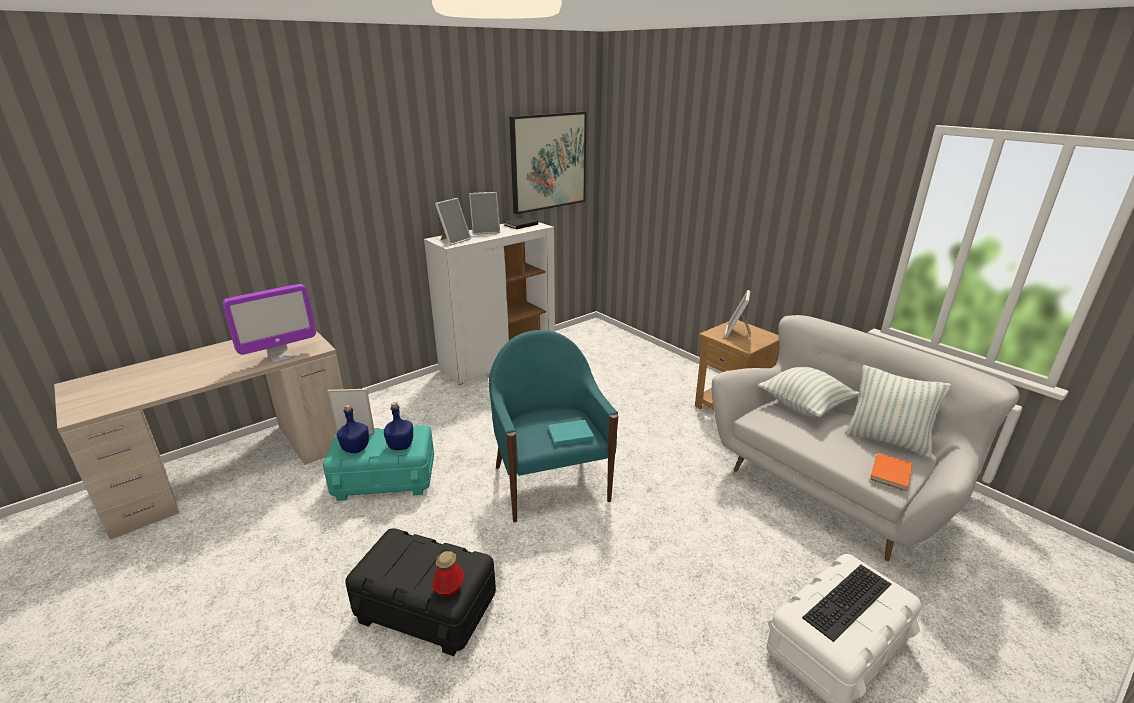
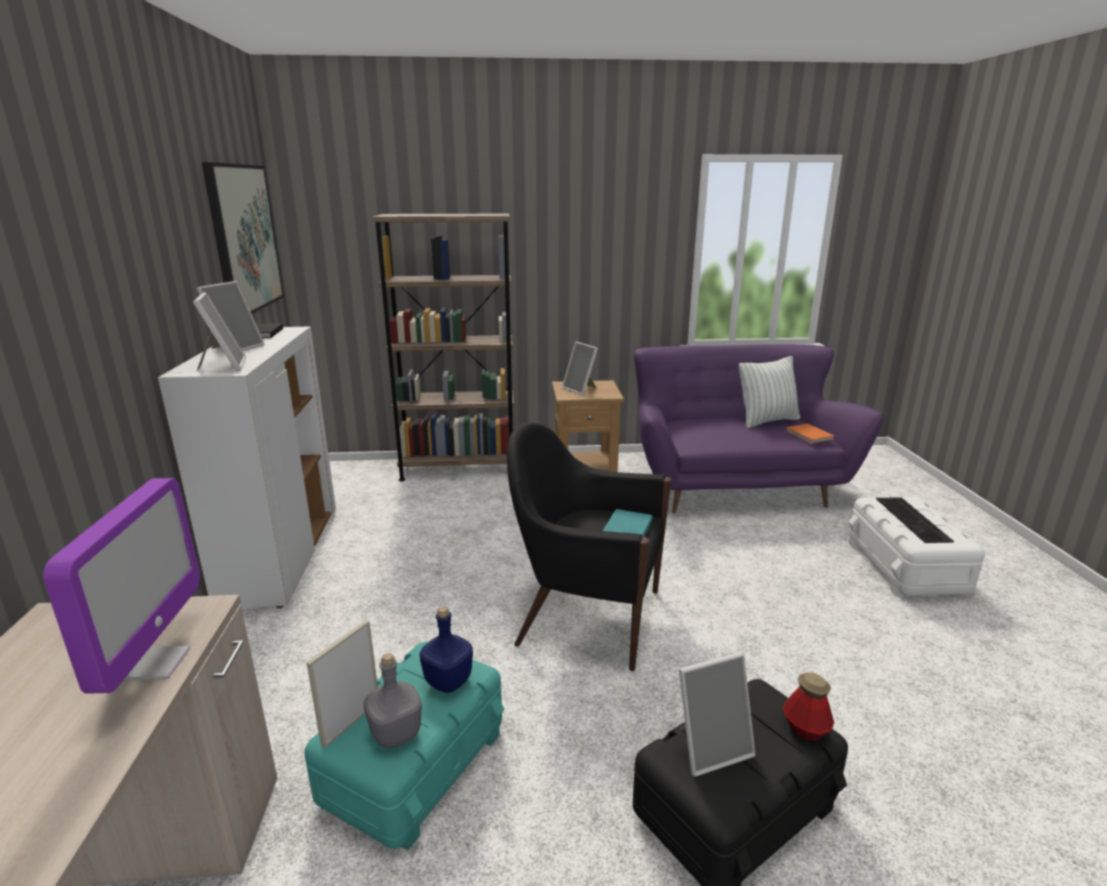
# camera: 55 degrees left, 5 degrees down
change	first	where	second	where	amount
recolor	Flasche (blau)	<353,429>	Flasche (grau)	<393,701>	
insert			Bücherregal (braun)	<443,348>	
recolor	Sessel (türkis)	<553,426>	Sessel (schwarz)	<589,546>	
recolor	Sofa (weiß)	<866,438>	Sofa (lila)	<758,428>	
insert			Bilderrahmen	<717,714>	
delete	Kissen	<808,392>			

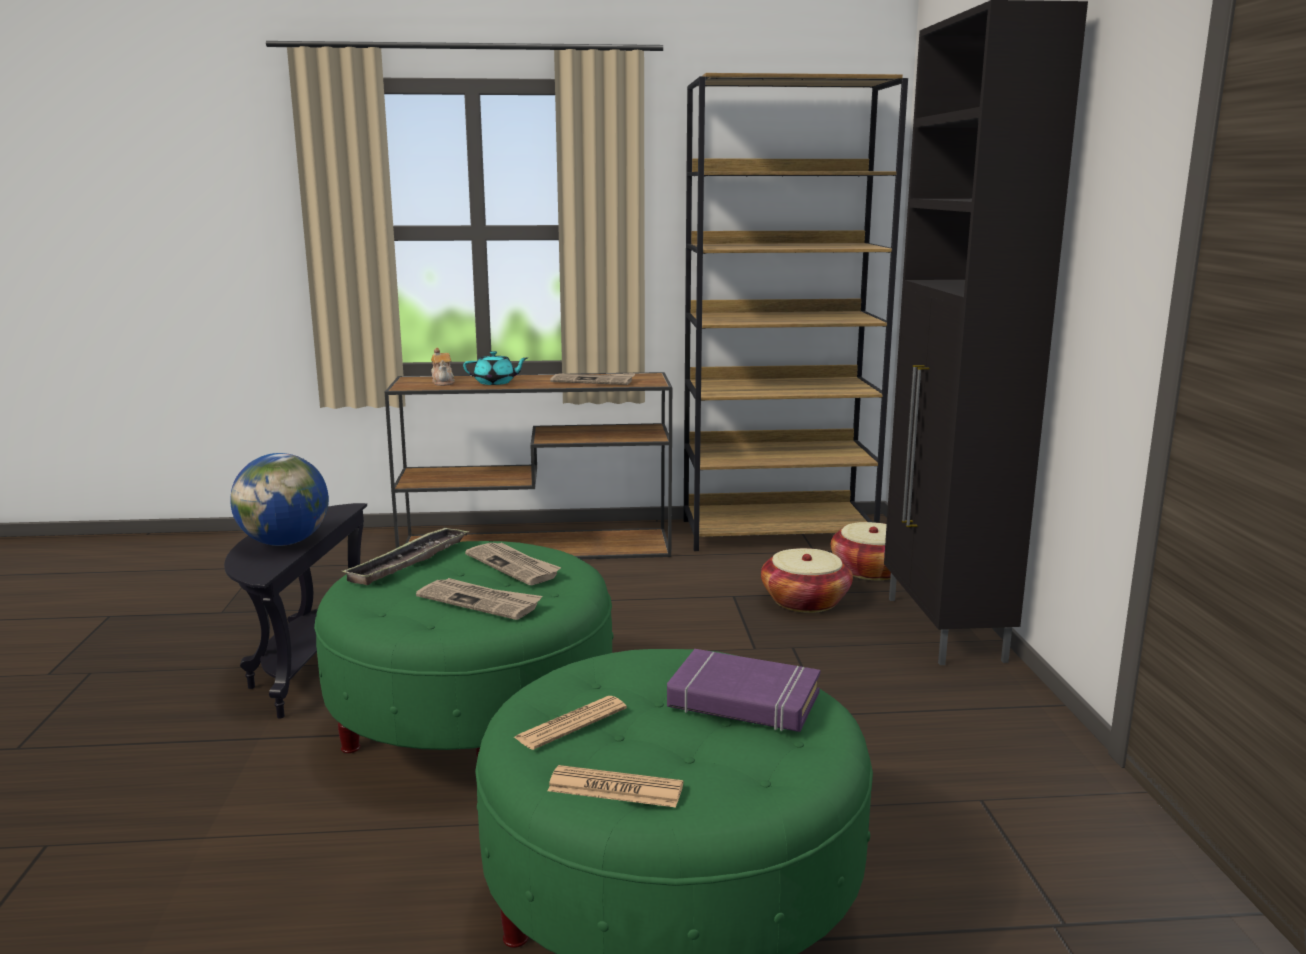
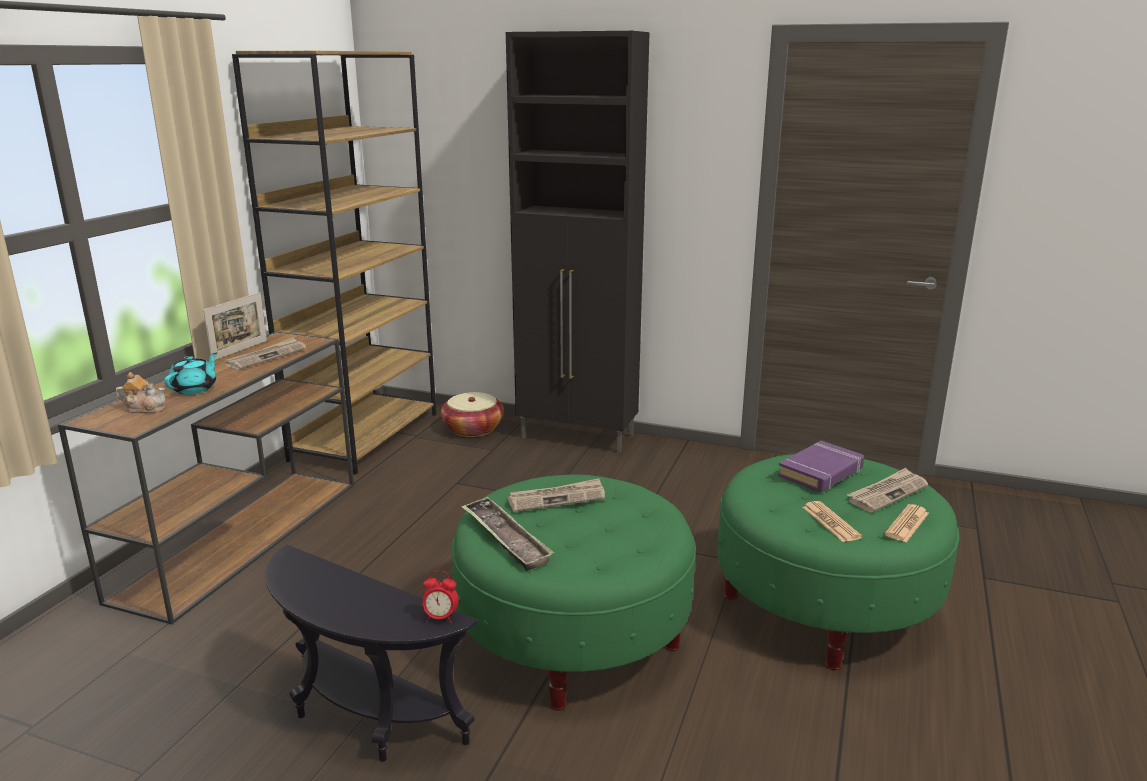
# camera: 65 degrees left, 5 degrees up
change	first	where	second	where	amount
insert			Bilderrahmen	<235,326>	
insert			Wecker	<440,597>	
move	Zeitung	<479,599>		<887,490>	
delete	Globus	<279,499>			
delete	Korb	<807,580>			

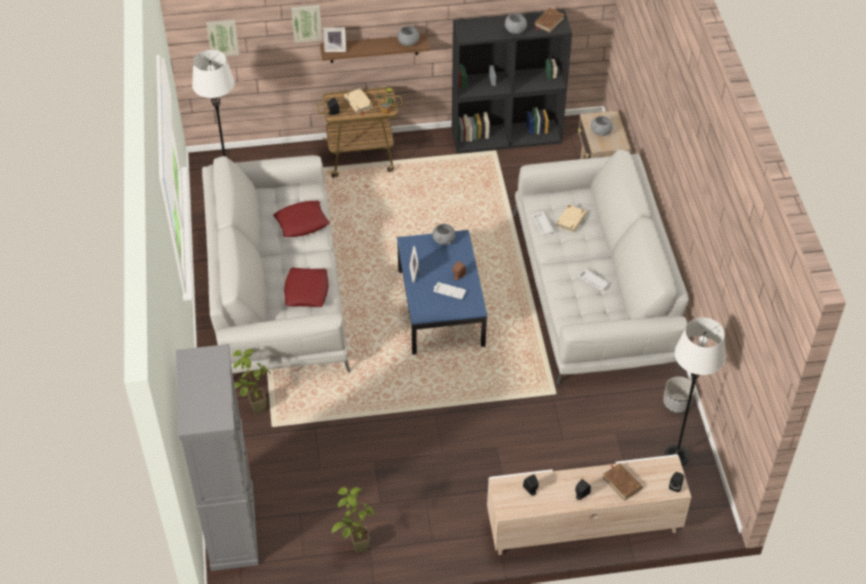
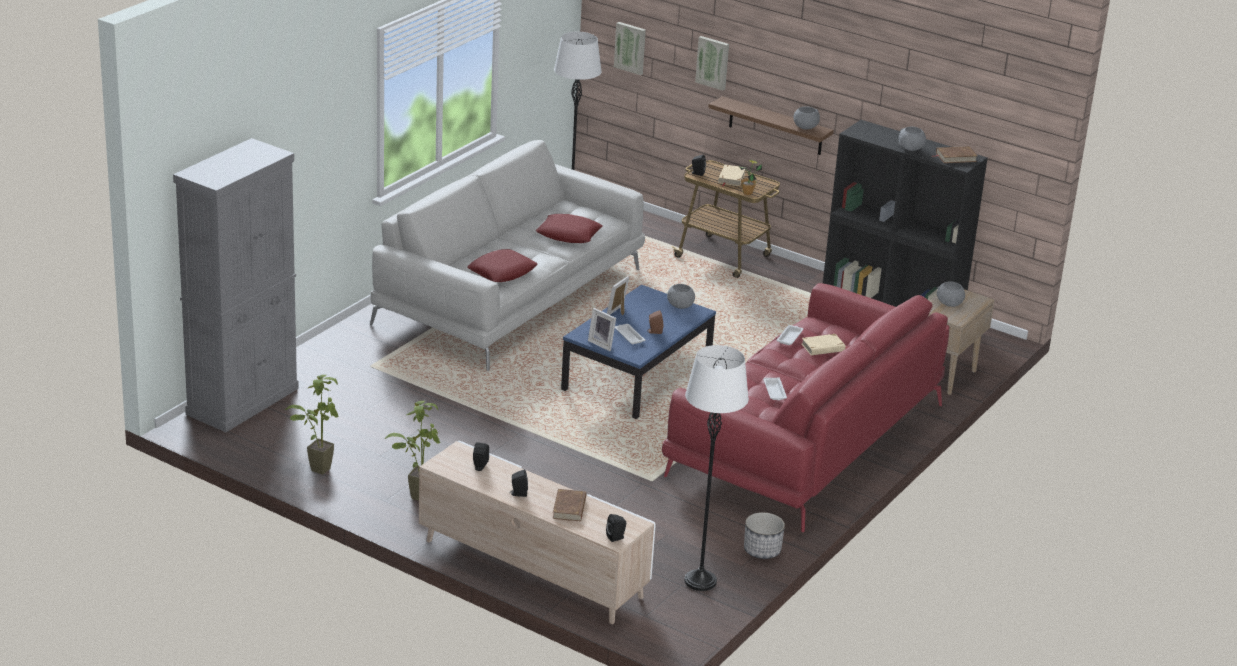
# camera: 40 degrees right, 20 degrees down
change	first	where	second	where	amount
move	Topfpflanze	<251,382>		<412,451>	
move	Bilderrahmen	<334,39>		<602,329>	
recolor	Sofa (weiß)	<600,267>	Sofa (rot)	<805,407>	

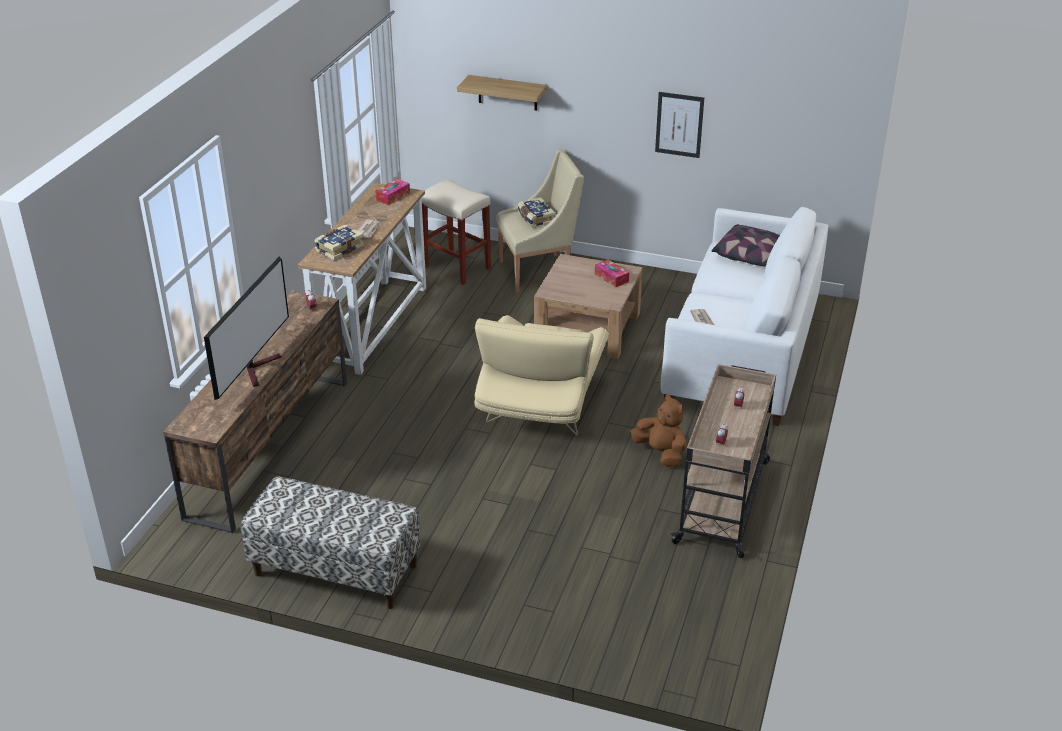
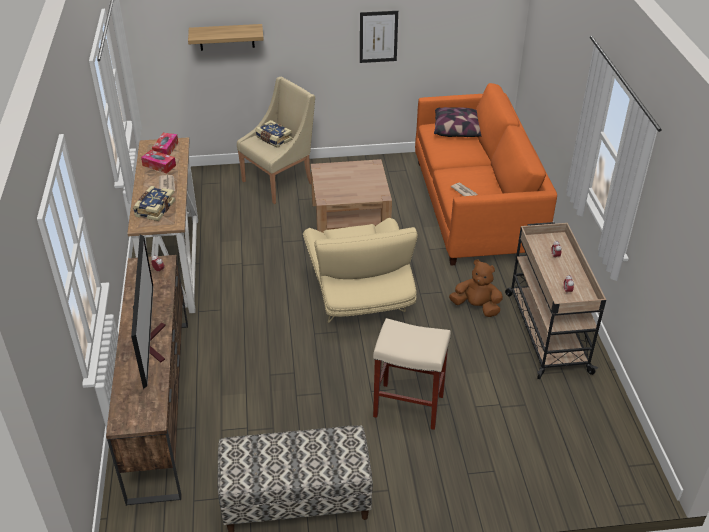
# camera: 25 degrees left, 5 degrees up
change	first	where	second	where	amount
move	Taschentuchbox	<612,273>		<158,161>	
move	Hocker (beige)	<456,232>		<412,374>	
recolor	Sofa (weiß)	<744,316>	Sofa (orange)	<486,174>	

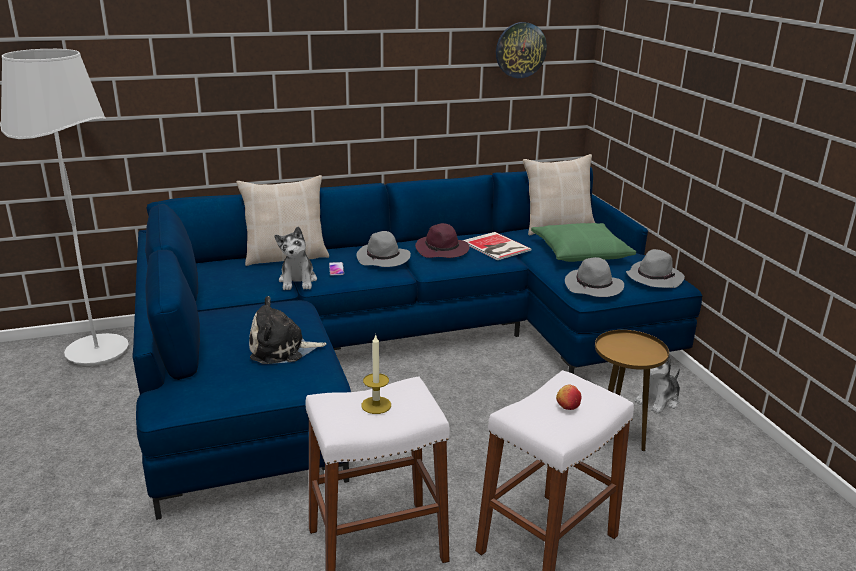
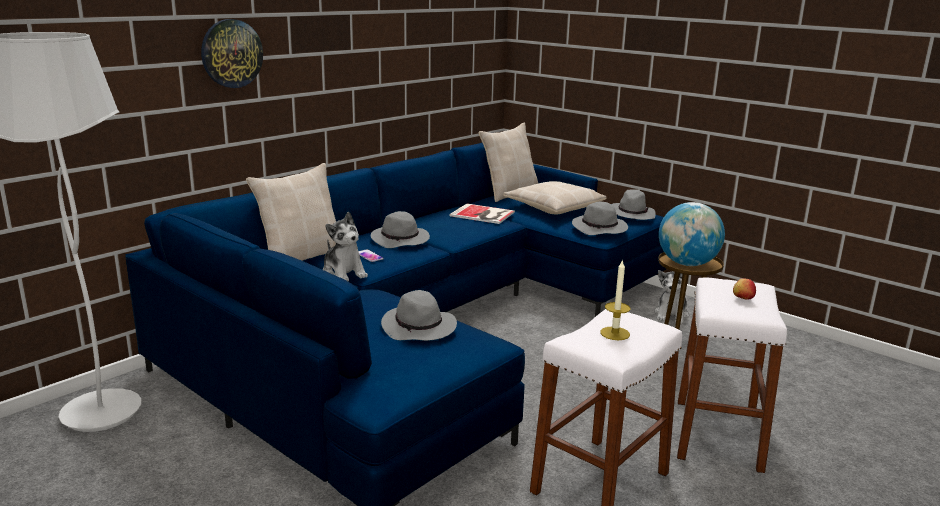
# camera: 30 degrees left, 5 degrees down
change	first	where	second	where	amount
move	Wanduhr	<521,50>		<232,53>	
replace	Plüschtier	<288,330>	Hut (grau)	<419,315>	
recolor	Kissen (grün)	<583,242>	Kissen (beige)	<554,197>	
insert			Globus	<692,234>	
delete	Hut (lila)	<442,240>			

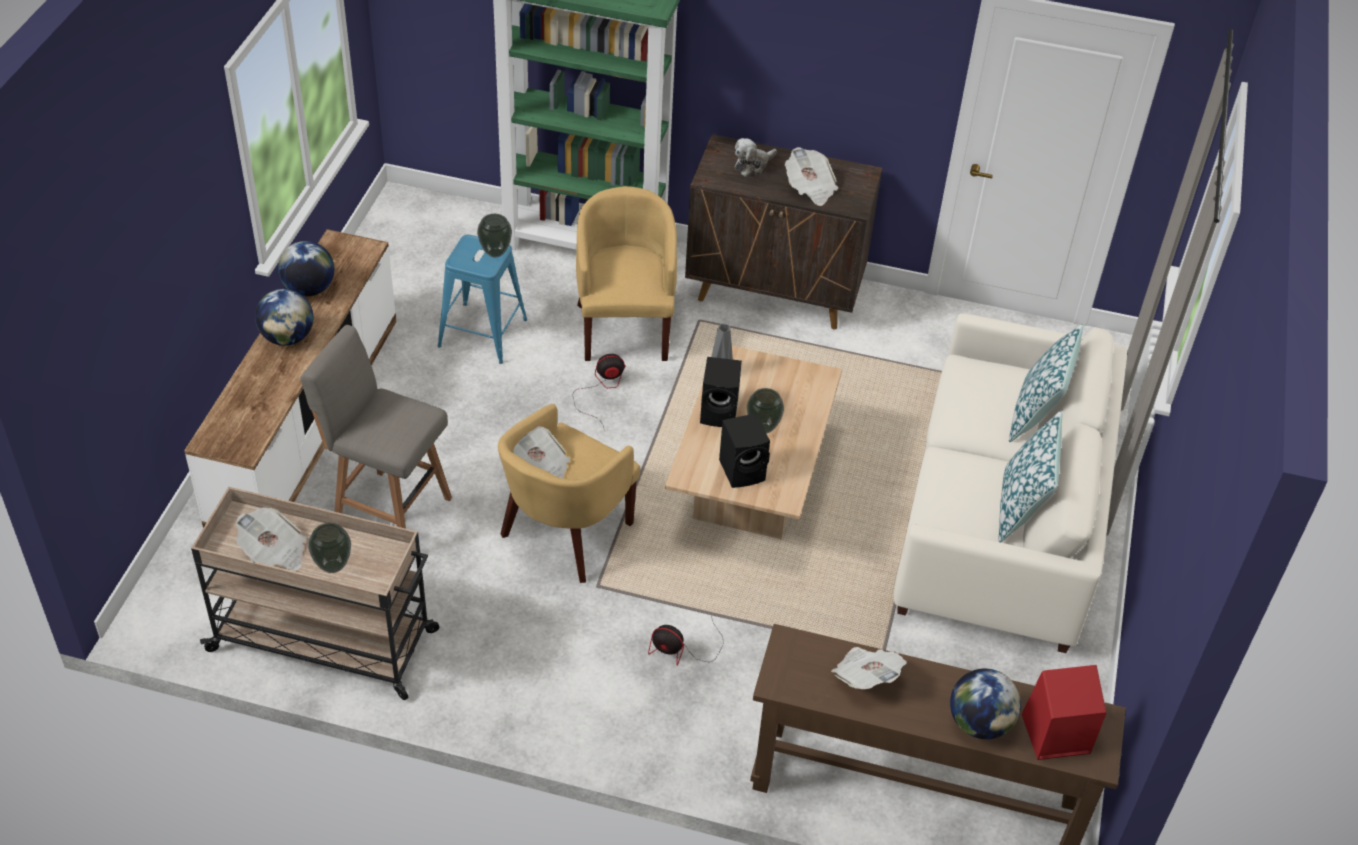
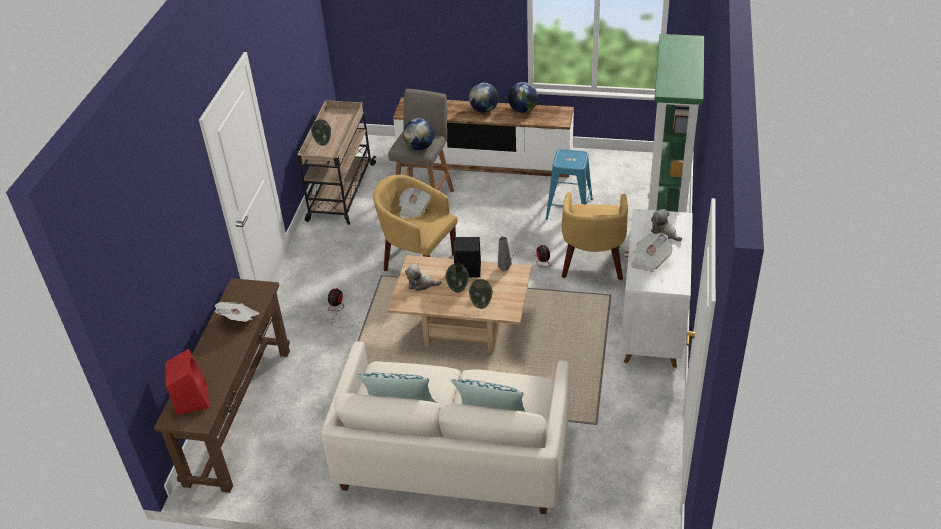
# camera: 90 degrees right, 5 degrees down
change	first	where	second	where	amount
move	Globus	<985,704>		<419,134>	
replace	Lautsprecher (schwarz)	<744,450>	Plüschtier	<423,277>	
move	Vase	<494,236>		<481,294>	
rotate	Sessel (gelb)	<626,273>		<595,236>	105 degrees clockwise
recolor	Schrank (braun)	<783,232>	Schrank (weiß)	<657,288>	
delete	Zeitung	<271,539>			

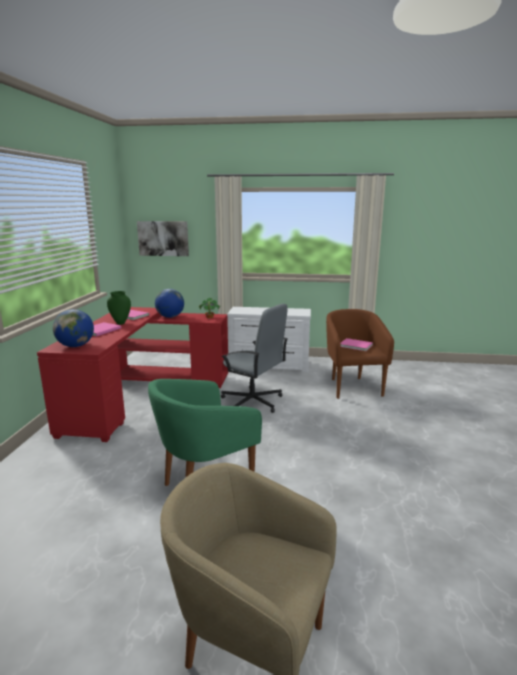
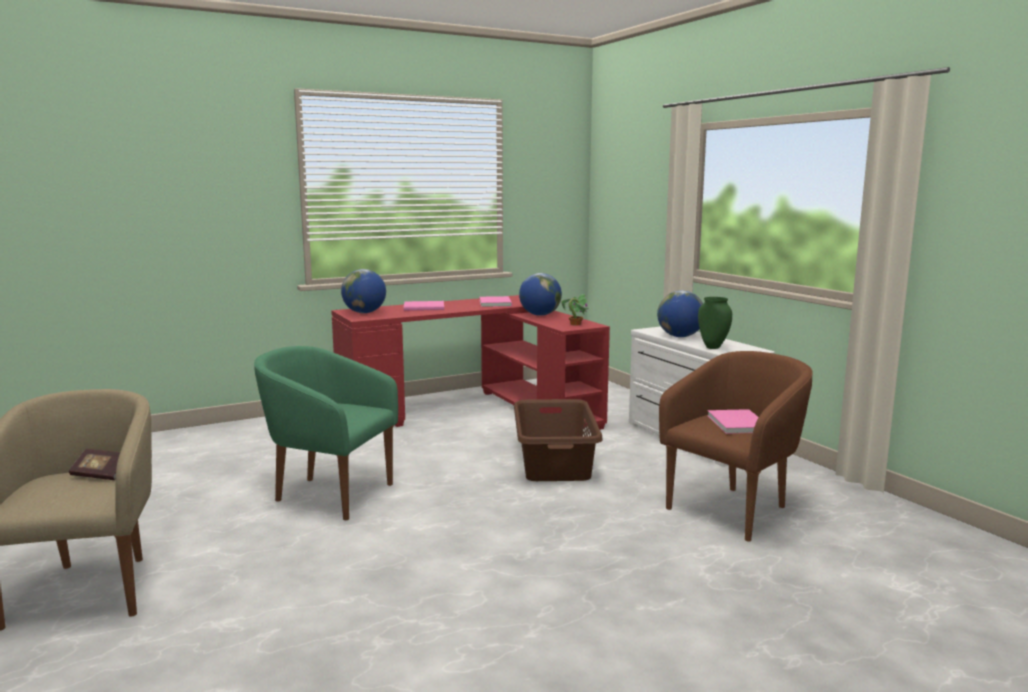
# camera: 55 degrees right, 5 degrees down
change	first	where	second	where	amount
insert			Buch	<94,464>	
replace	Bürostuhl (grau)	<254,358>	Wäschekorb (braun)	<558,440>	
insert			Globus	<680,313>	
move	Vase (grün)	<119,308>		<715,323>	
delete	Bild	<163,238>			

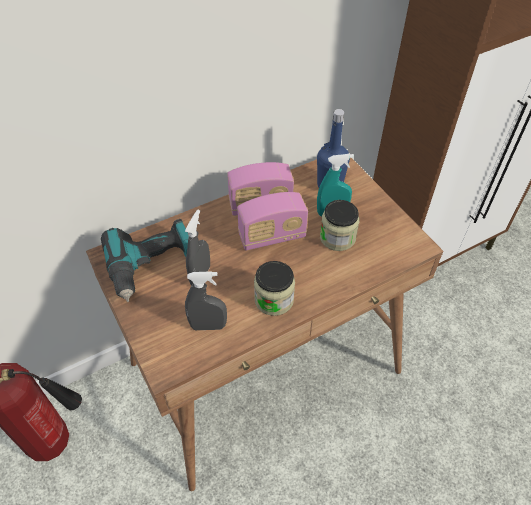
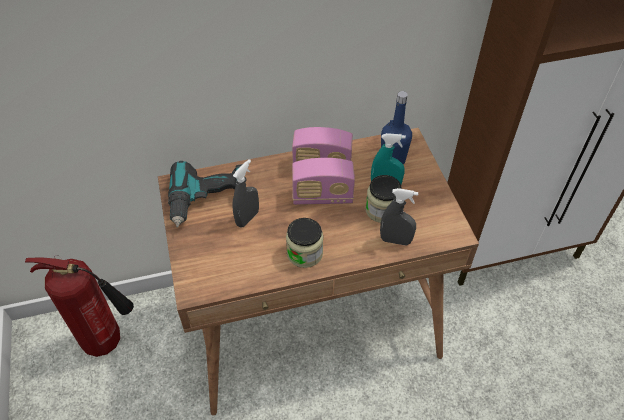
# camera: 15 degrees right, 0 degrees up
change	first	where	second	where	amount
move	Sprühflasche (grau)	<206,300>		<399,216>	

